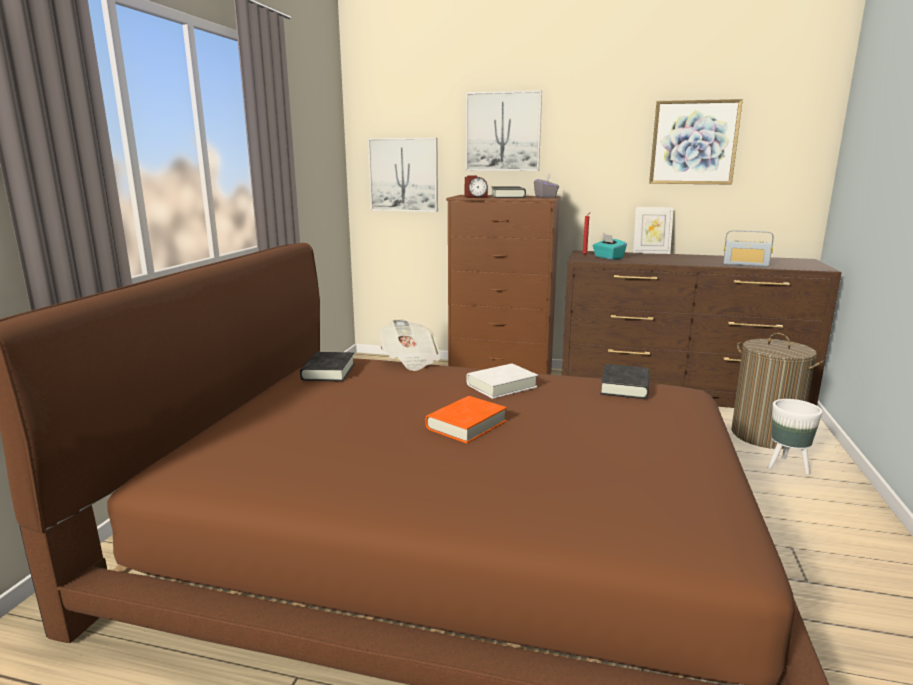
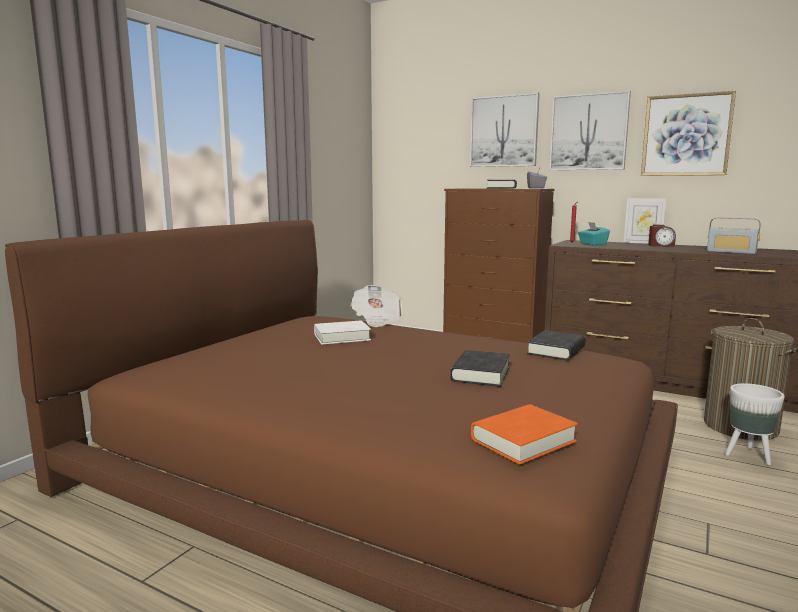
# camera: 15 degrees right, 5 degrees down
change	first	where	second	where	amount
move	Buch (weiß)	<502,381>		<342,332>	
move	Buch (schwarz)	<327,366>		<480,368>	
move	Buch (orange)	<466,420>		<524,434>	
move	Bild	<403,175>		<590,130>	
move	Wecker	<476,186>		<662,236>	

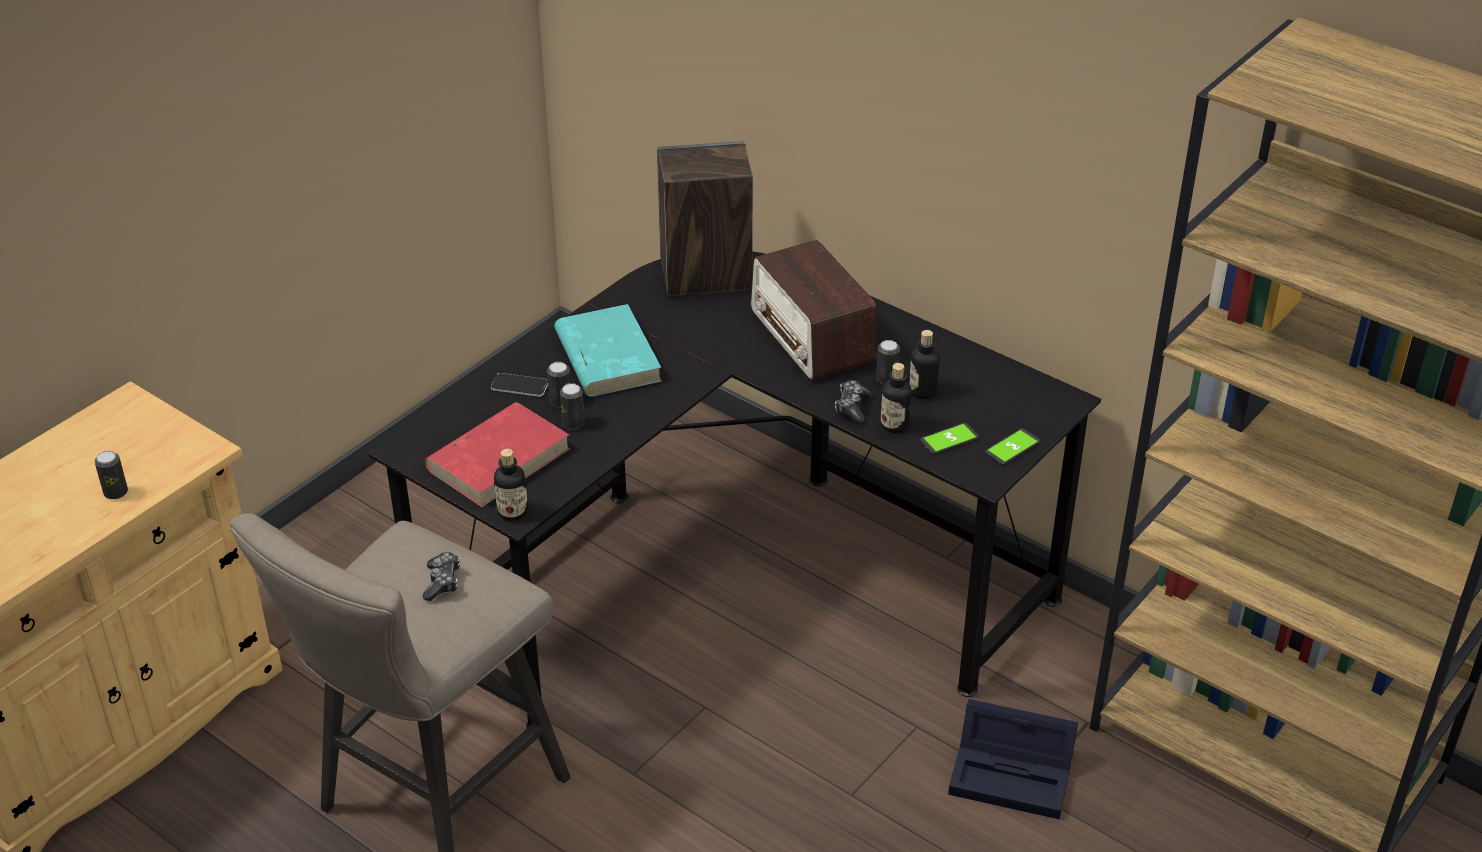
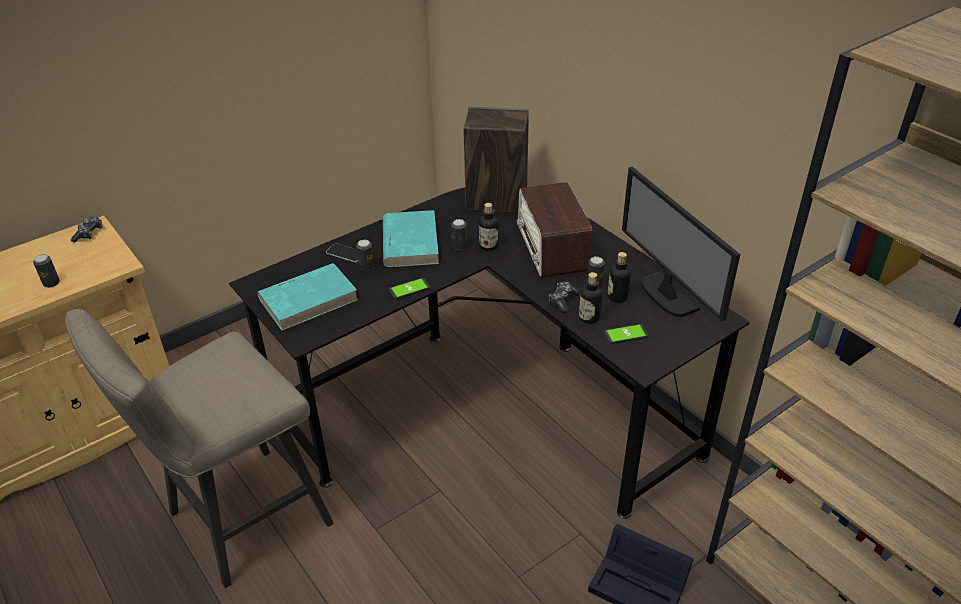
# camera: 15 degrees right, 0 degrees up
change	first	where	second	where	amount
move	Gamepad	<441,576>		<87,229>	
recolor	Buch (rot)	<497,454>	Buch (türkis)	<307,297>	
move	Handy	<1013,446>		<409,288>	
move	Dose	<572,406>		<459,234>	
move	Flasche	<511,485>		<488,227>	
insert			Monitor	<681,244>	

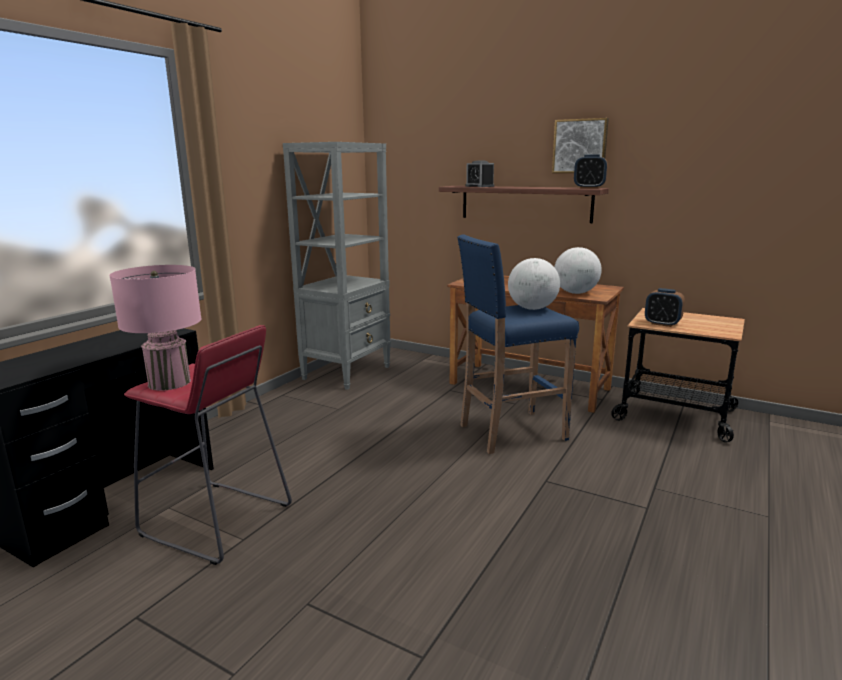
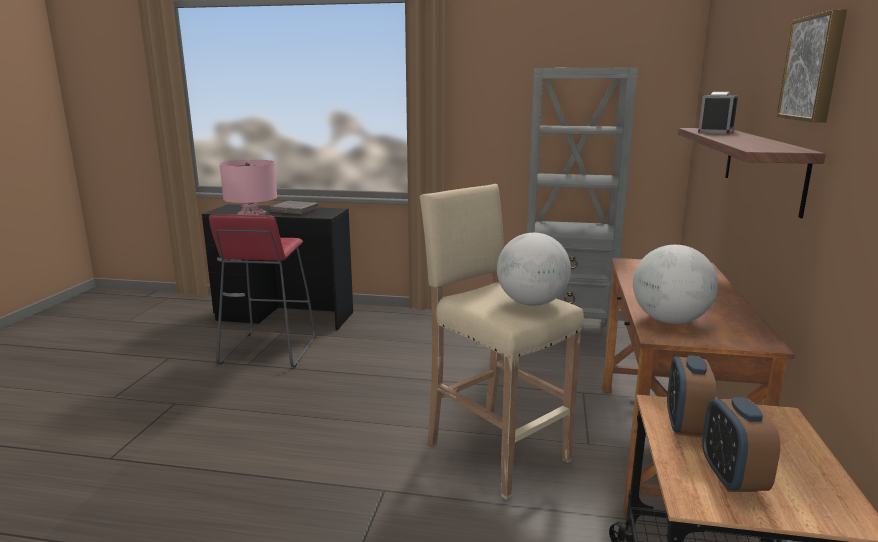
# camera: 70 degrees right, 0 degrees up
change	first	where	second	where	amount
insert			Buch (grau)	<294,207>	
recolor	Hocker (blau)	<518,344>	Hocker (beige)	<502,342>	
move	Wecker	<591,171>		<741,444>	

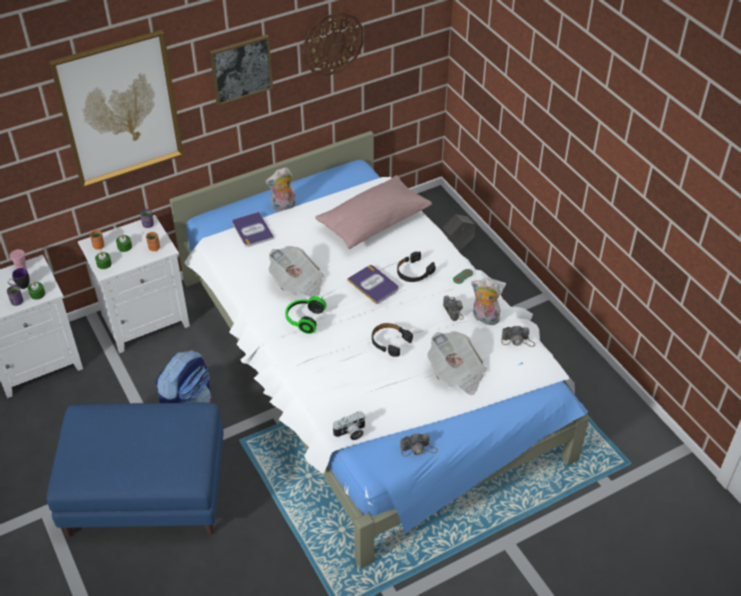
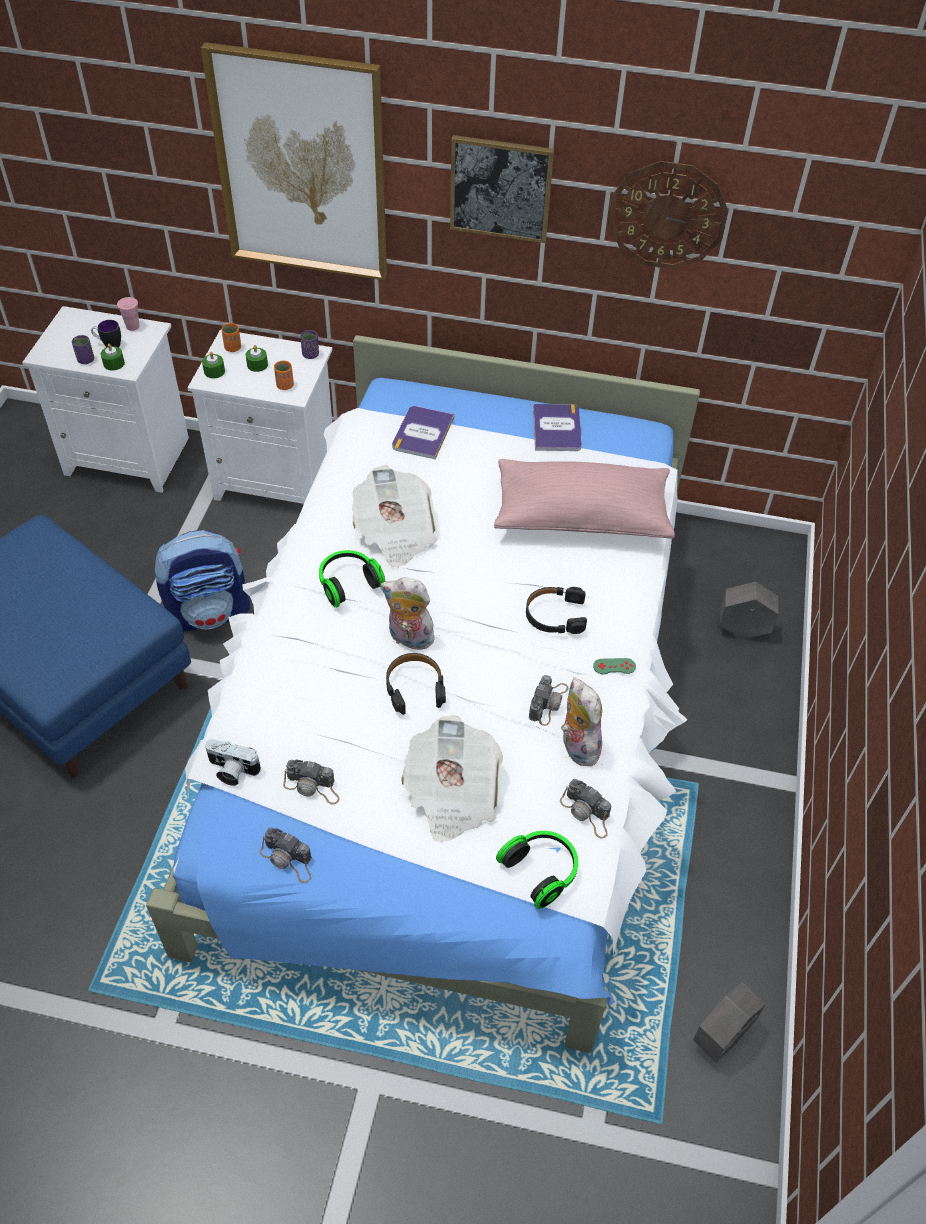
# camera: 40 degrees right, 5 degrees up
change	first	where	second	where	amount
insert			Kamera	<311,781>	
move	Plüschtier	<280,189>		<408,613>	
insert			Kopfhörer	<537,870>	
move	Buch	<373,284>		<557,427>	
insert			Pflanzkübel (grau)	<729,1022>	

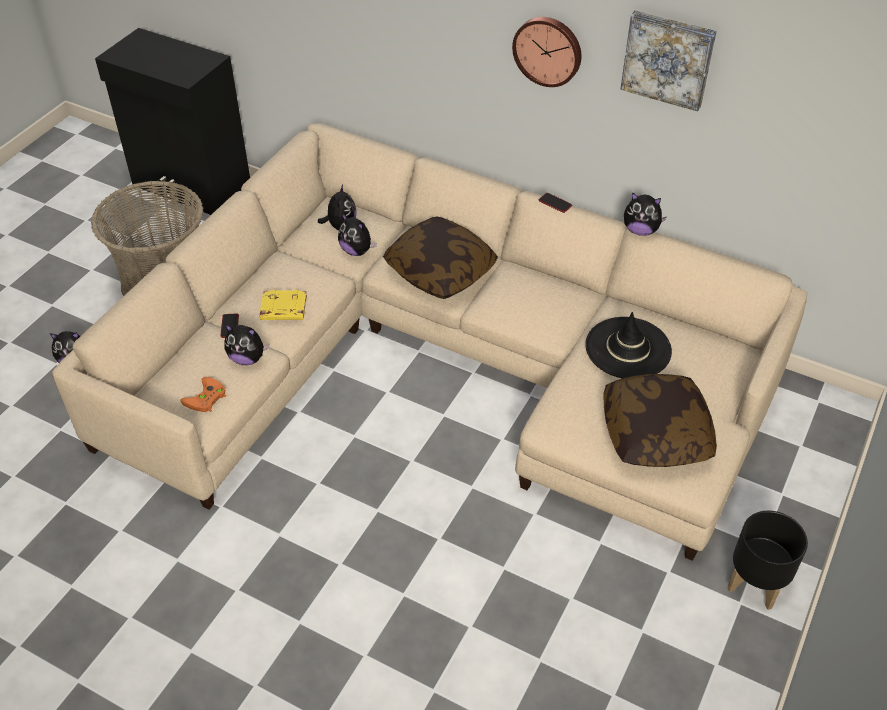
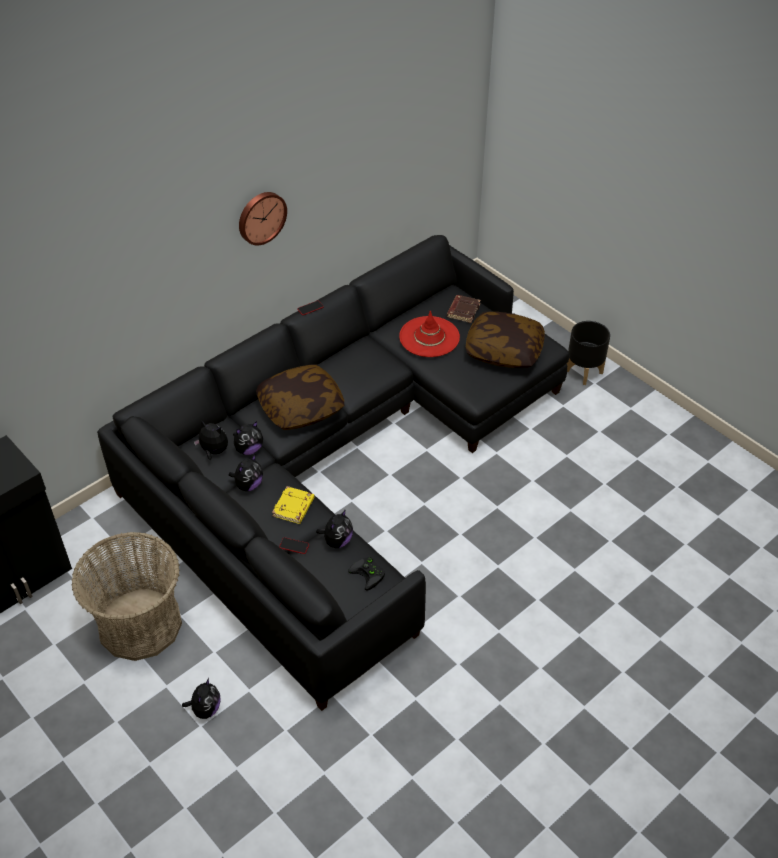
# camera: 70 degrees left, 0 degrees up
change	first	where	second	where	amount
recolor	Sofa (beige)	<429,342>	Sofa (schwarz)	<333,473>	
move	Plüschtier	<645,214>		<246,473>	
recolor	Gamepad (orange)	<203,394>	Gamepad (schwarz)	<366,573>	
recolor	Hut (schwarz)	<628,345>	Hut (rot)	<429,334>	
insert			Buch (braun)	<464,309>	
delete	Bild	<668,61>			

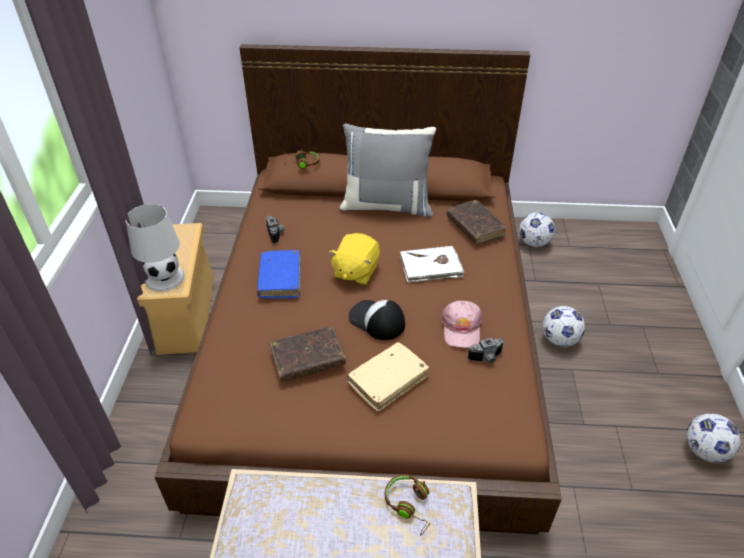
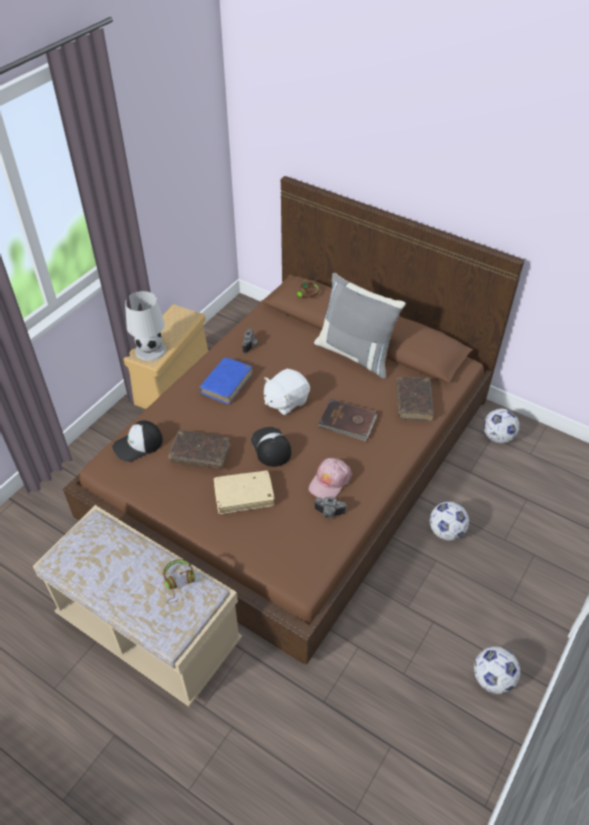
# camera: 30 degrees right, 5 degrees up
change	first	where	second	where	amount
insert			Kappe	<137,441>	
recolor	Plüschtier (gelb)	<354,259>	Plüschtier (weiß)	<287,392>	
recolor	Buch (weiß)	<432,264>	Buch (braun)	<347,420>	

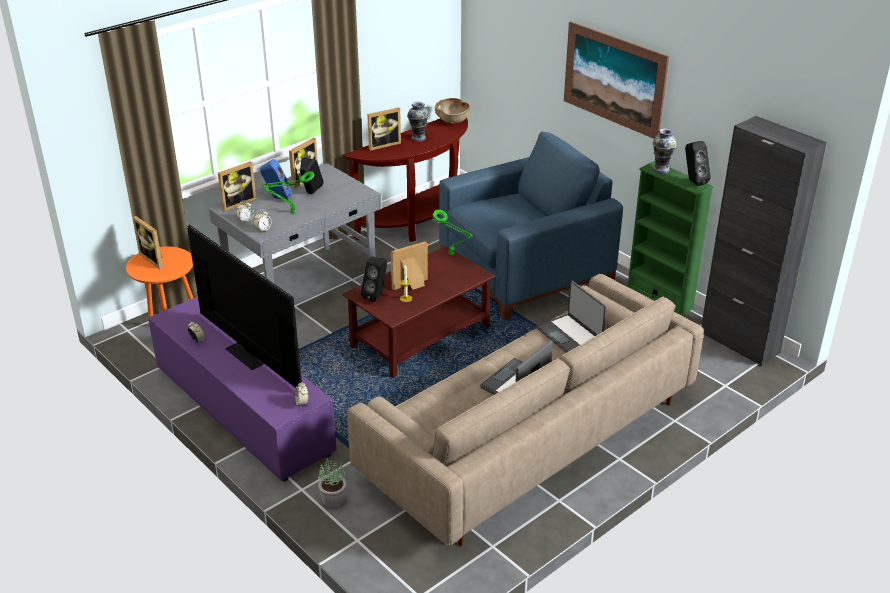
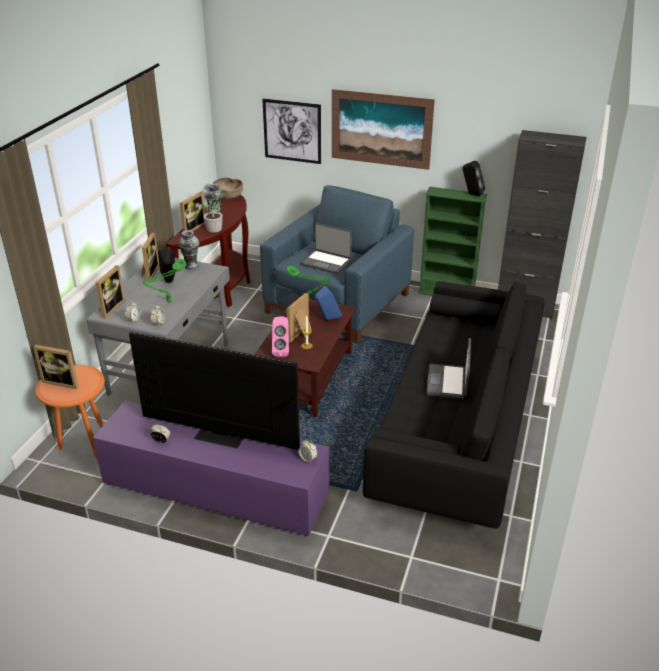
# camera: 30 degrees left, 0 degrees up
change	first	where	second	where	amount
move	Vase	<665,151>		<189,249>	
move	Topfpflanze	<332,482>		<213,214>	
insert			Bild	<291,131>	
recolor	Lautsprecher (schwarz)	<374,279>	Lautsprecher (rosa)	<280,336>	
move	Laptop	<572,317>		<326,248>	
move	Lautsprecher (blau)	<276,179>		<328,303>	
recolor	Sofa (beige)	<525,410>	Sofa (schwarz)	<454,405>	

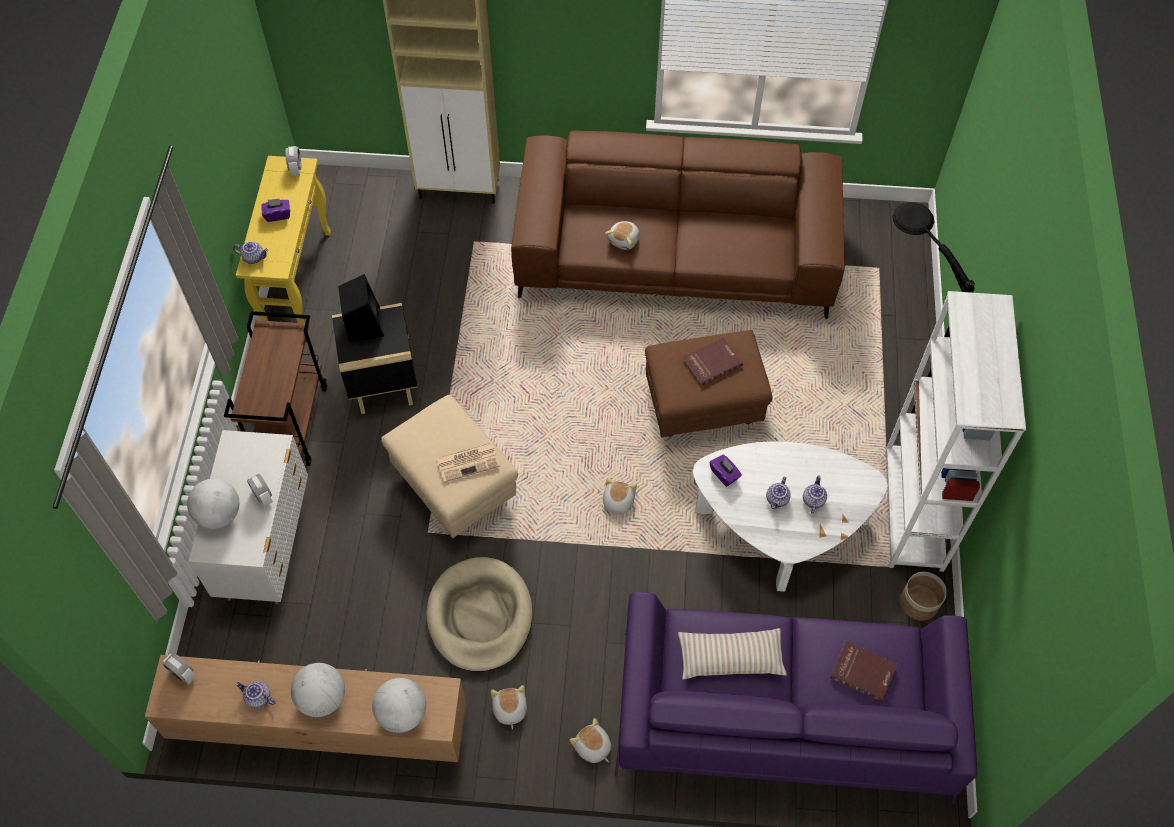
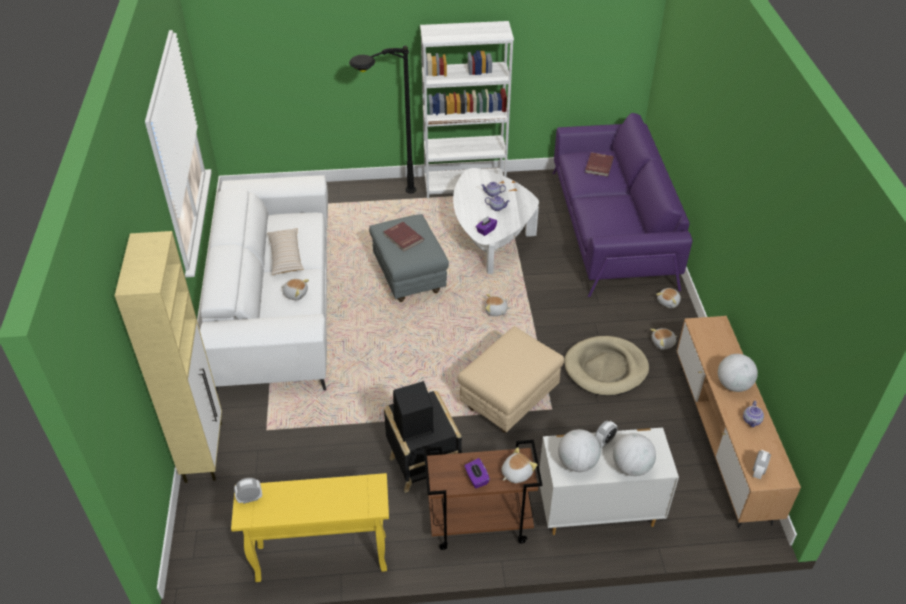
# camera: 100 degrees left, 15 degrees down
change	first	where	second	where	amount
recolor	Sofa (braun)	<678,224>	Sofa (weiß)	<264,284>	
move	Kissen (beige)	<732,654>		<285,251>	
recolor	Polsterhocker (braun)	<708,383>	Polsterhocker (grau)	<409,258>	
move	Taschentuchbox (lila)	<275,210>		<477,473>	
insert			Plüschtier	<519,465>	
move	Globus	<399,705>		<579,450>	
delete	Teekanne	<251,252>			
delete	Zeitung	<468,462>			
delete	Pflanzkübel	<923,596>			

